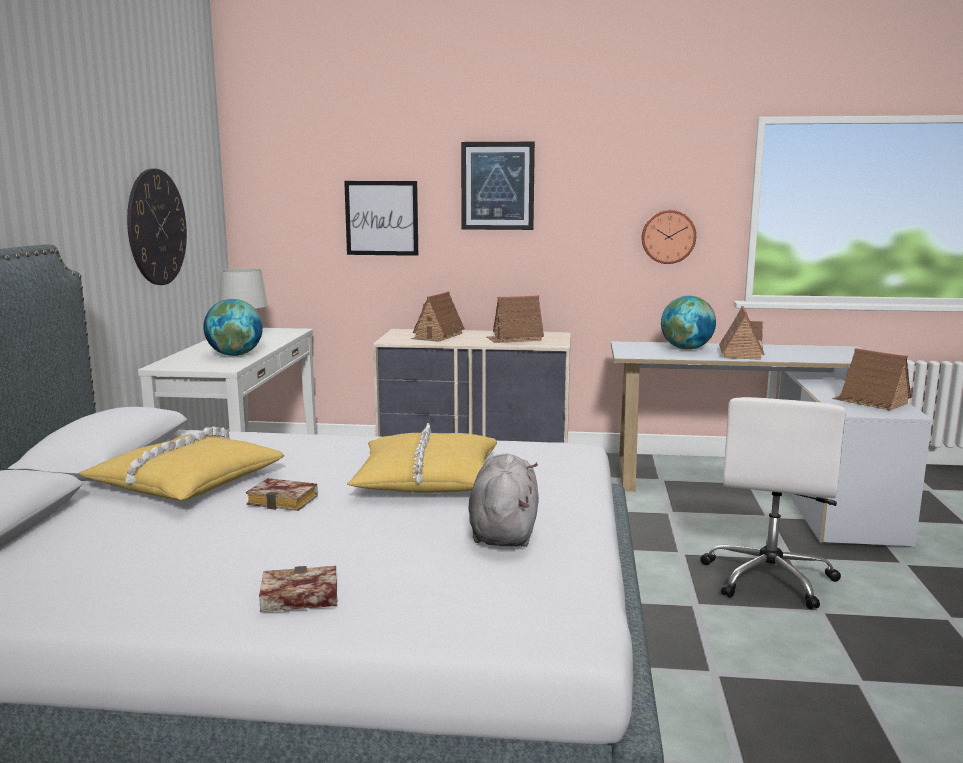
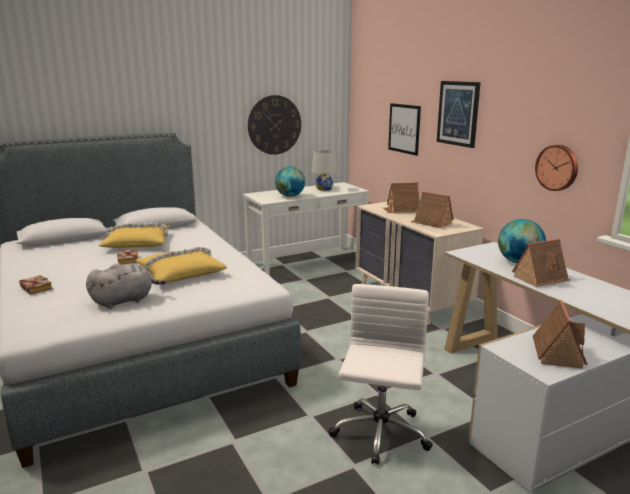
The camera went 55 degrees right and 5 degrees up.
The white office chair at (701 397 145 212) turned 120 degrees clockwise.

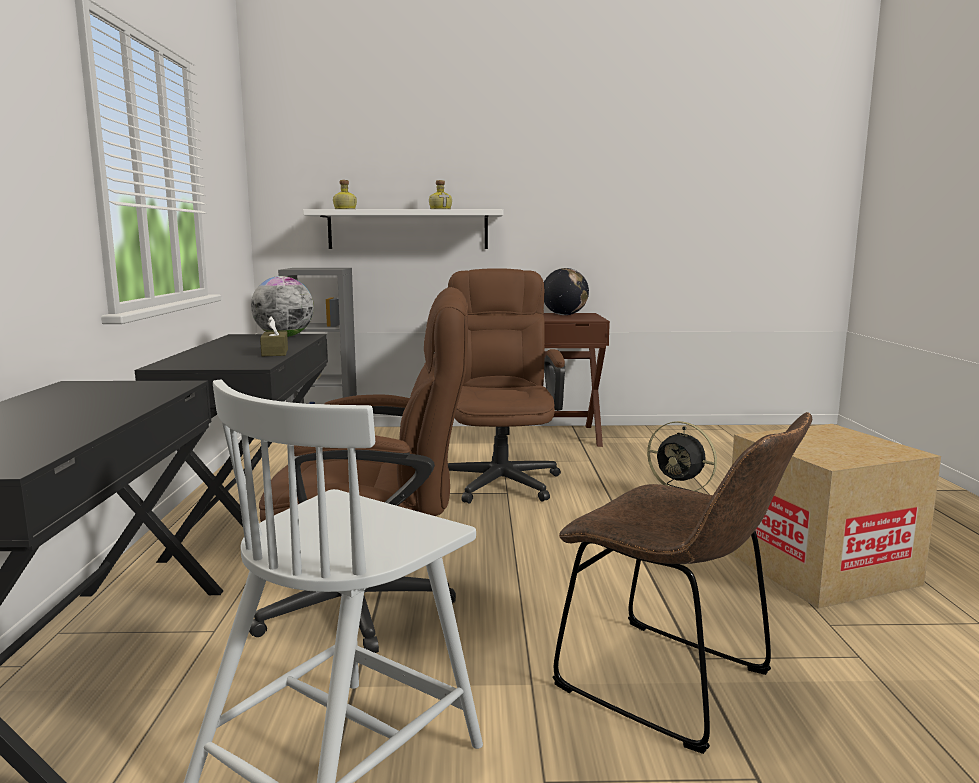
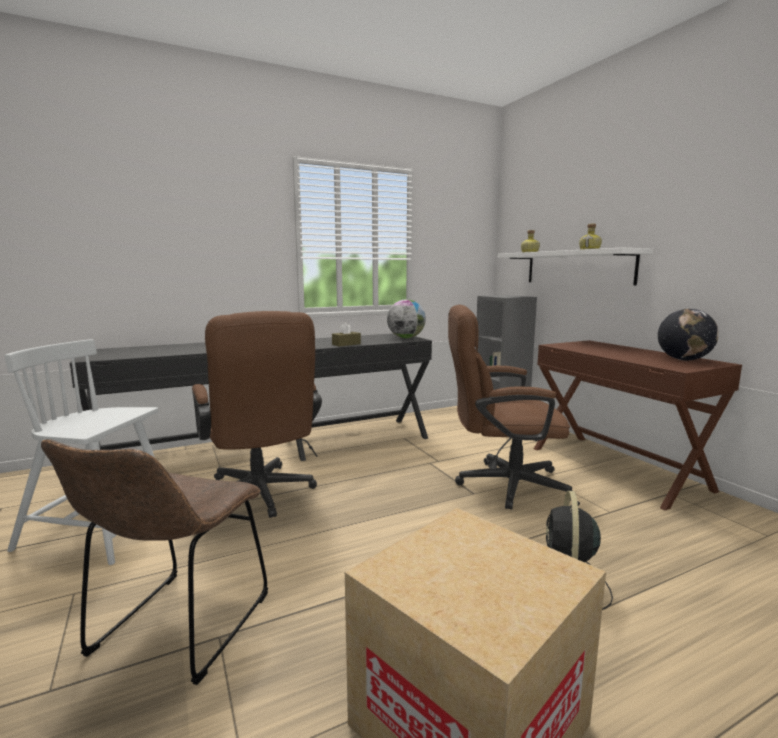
The camera went 65 degrees right and 0 degrees up.
The brown office chair at (448 268 117 236) turned 150 degrees counterclockwise.

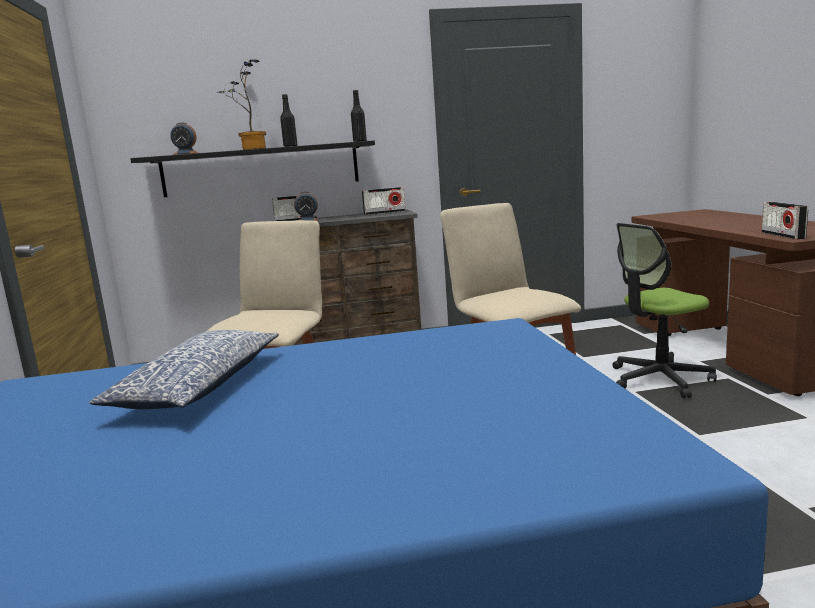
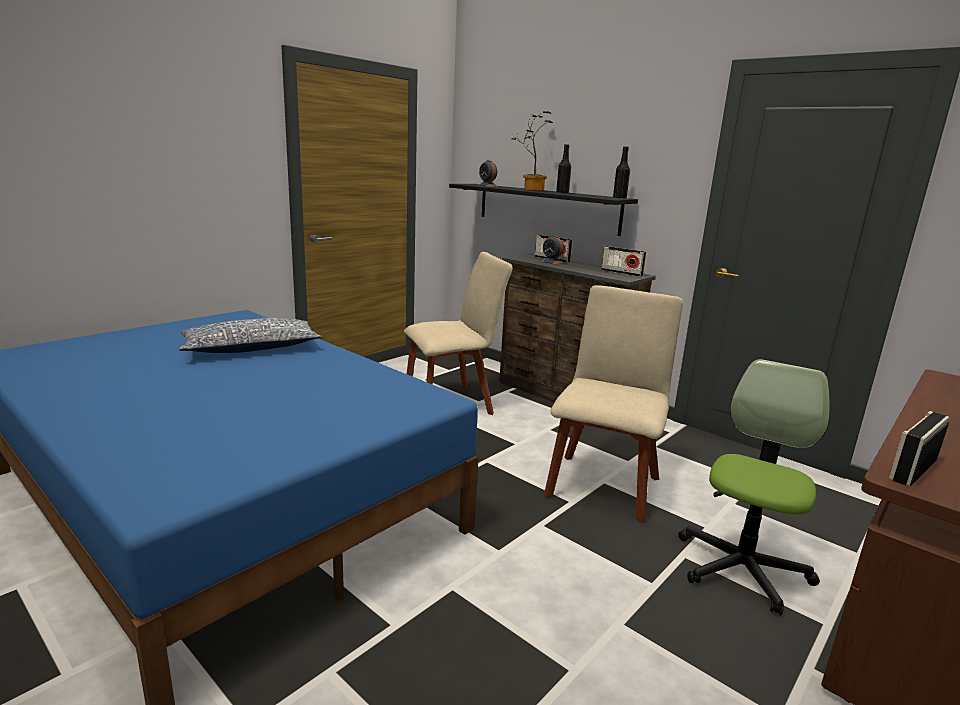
The camera went 50 degrees right and 5 degrees up.
The office chair at (612 223 105 175) turned 90 degrees clockwise.

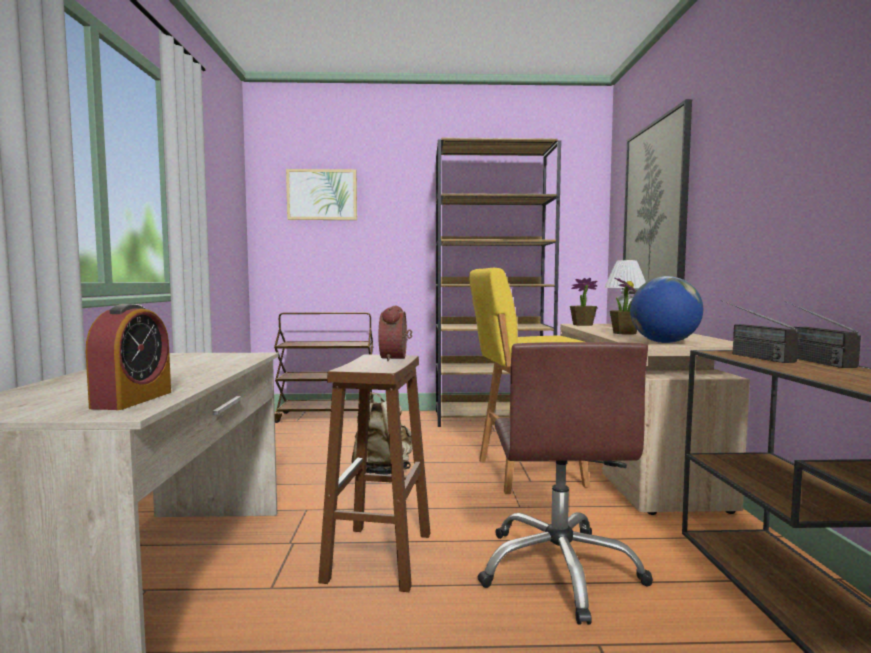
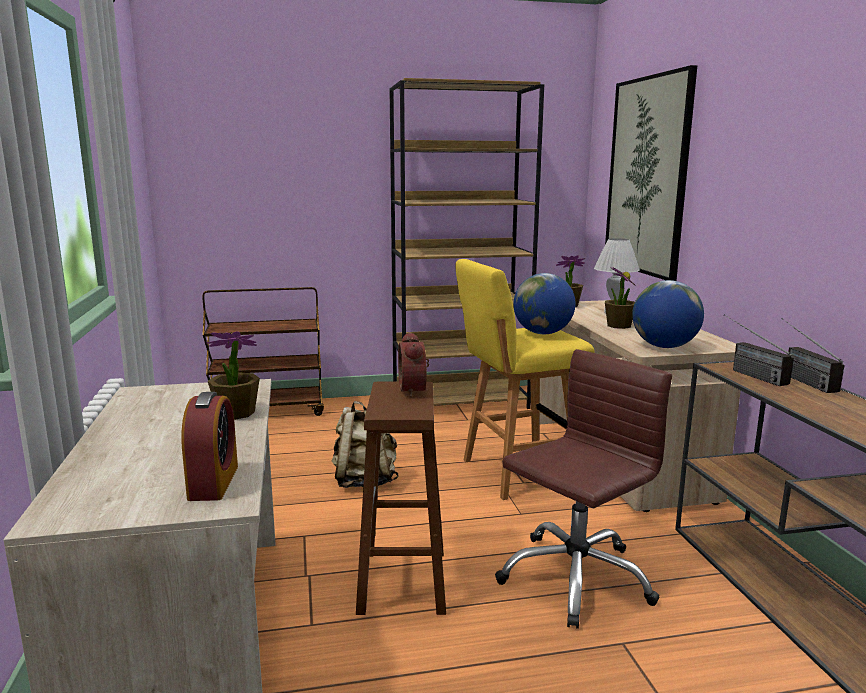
The camera went 10 degrees left and 10 degrees up.
The potted plant at (206 331 54 89) appeared.
The brown office chair at (477 342 176 283) turned 120 degrees counterclockwise.
The globe at (513 273 63 61) appeared.
The picture at (286 169 71 51) disappeared.

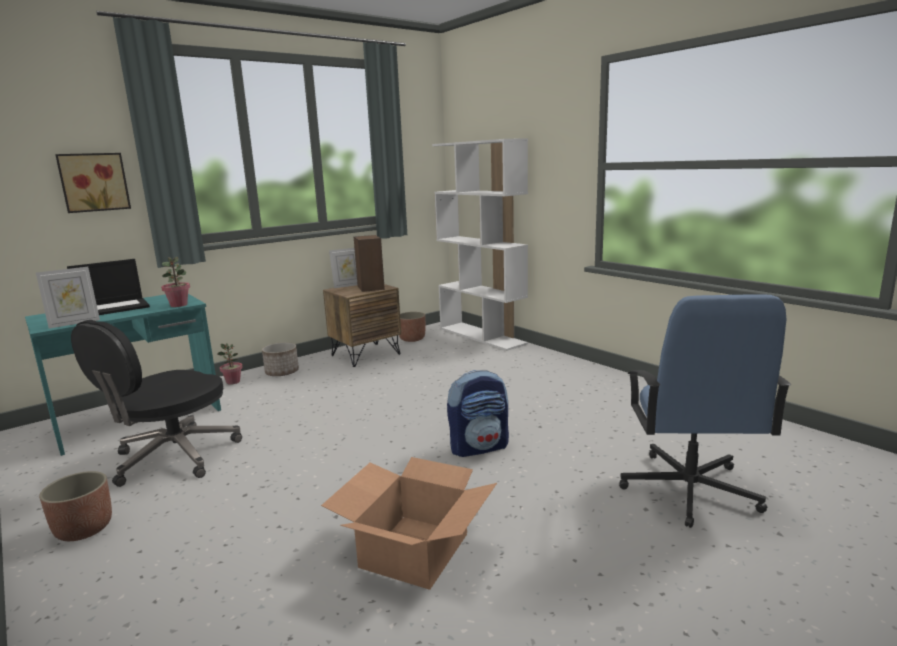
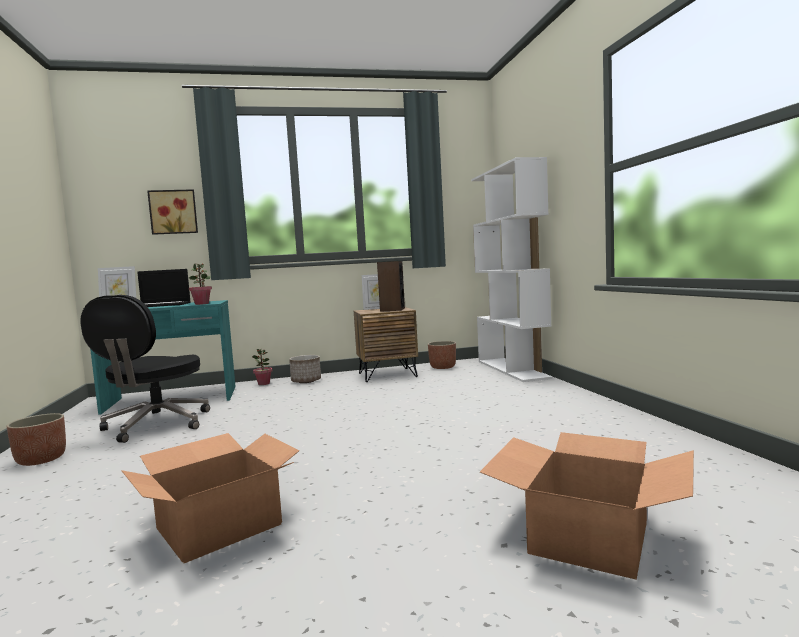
The camera went 25 degrees right and 10 degrees down.
The black office chair at (71 320 171 167) turned 45 degrees counterclockwise.
The blue office chair at (619 294 172 234) was replaced by the cardboard box at (480 432 214 148).
The backpack at (447 370 62 87) disappeared.

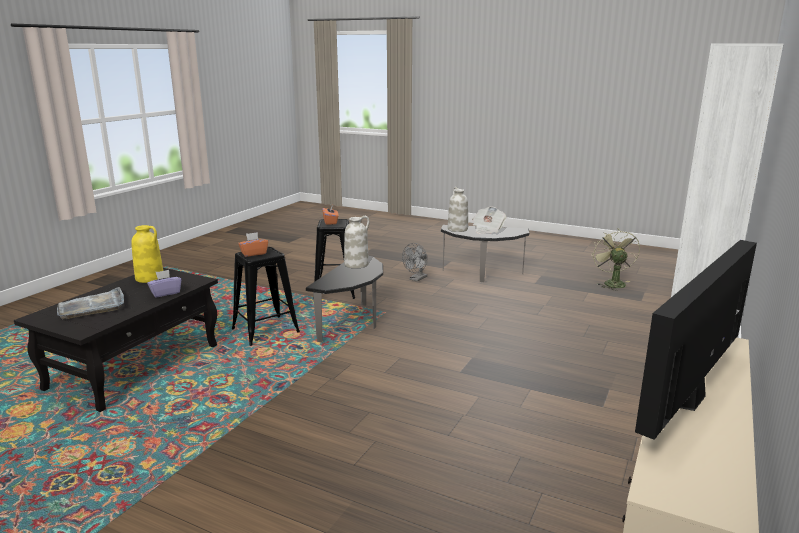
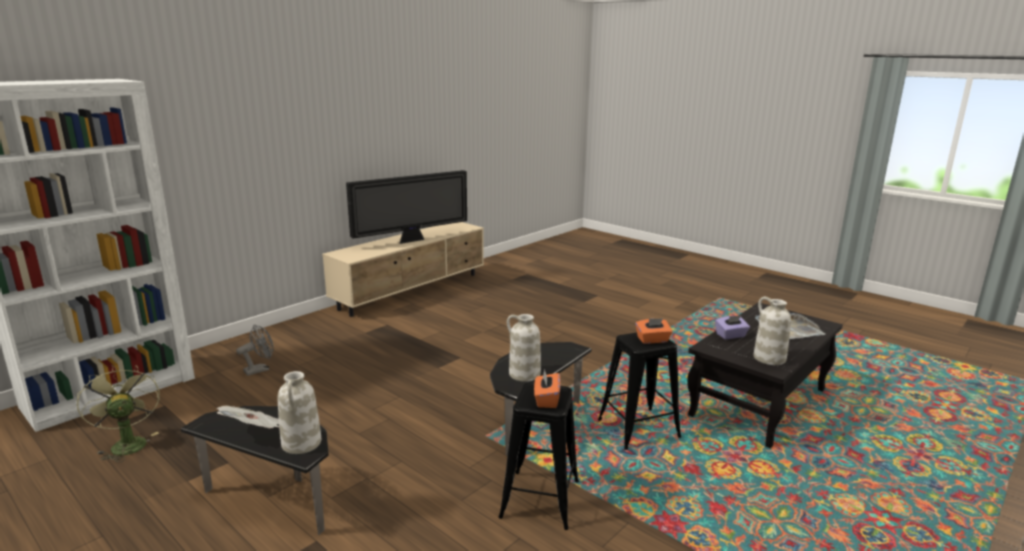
The camera went 165 degrees left and 0 degrees up.
The green fan at (592 228 48 63) turned 135 degrees clockwise.
The grey fan moved from (402 243 25 39) to (236 324 38 52).
The yellow vase at (131 225 32 58) became the white vase at (753 297 38 68).

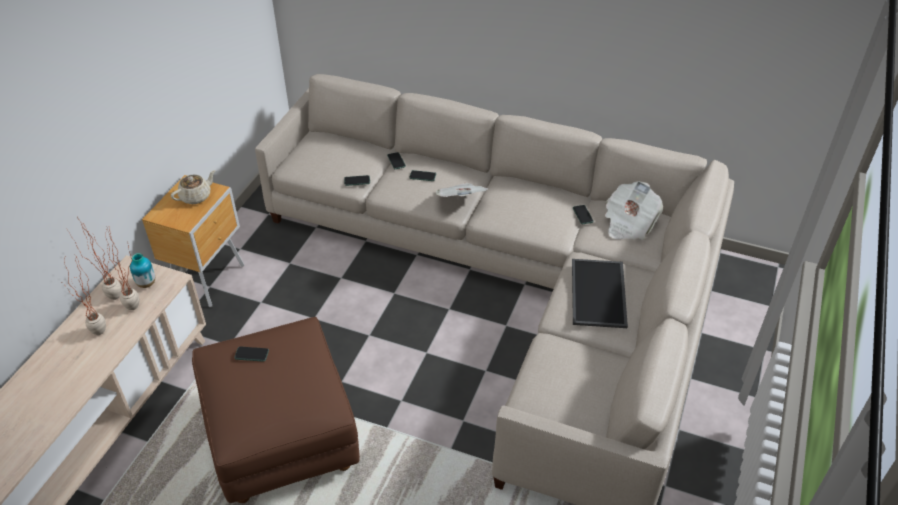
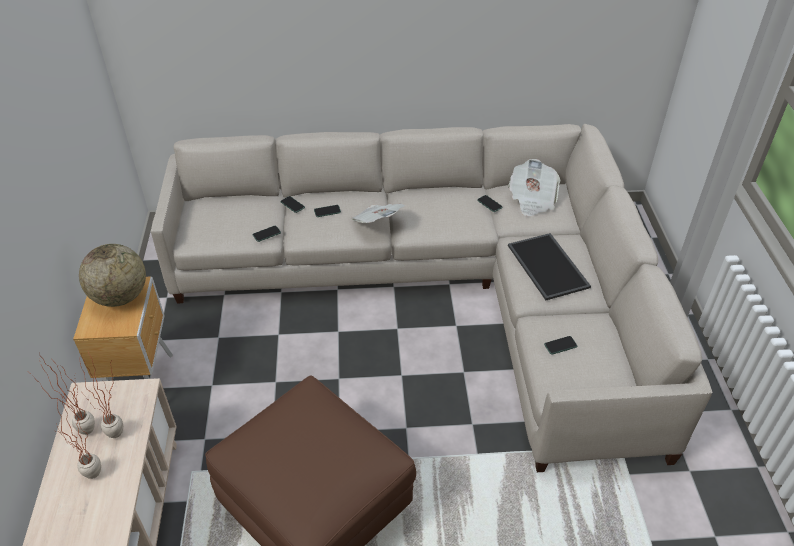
The camera went 25 degrees left and 0 degrees up.
The beige teapot at (171 170 45 34) was replaced by the globe at (79 244 67 63).
The phone moved from (234 347 35 15) to (544 336 33 19).
The vase at (130 253 25 35) disappeared.

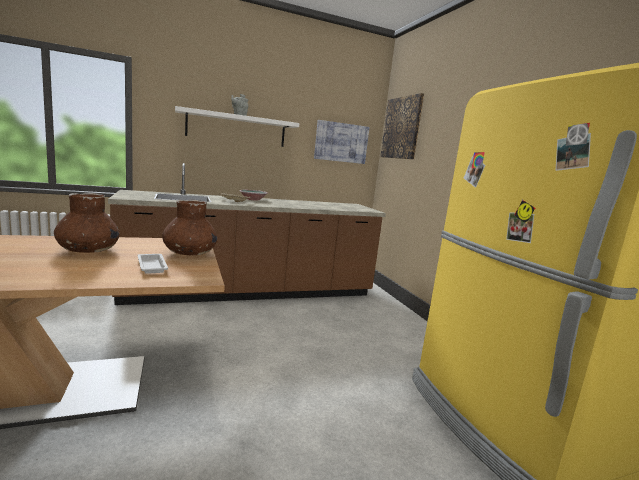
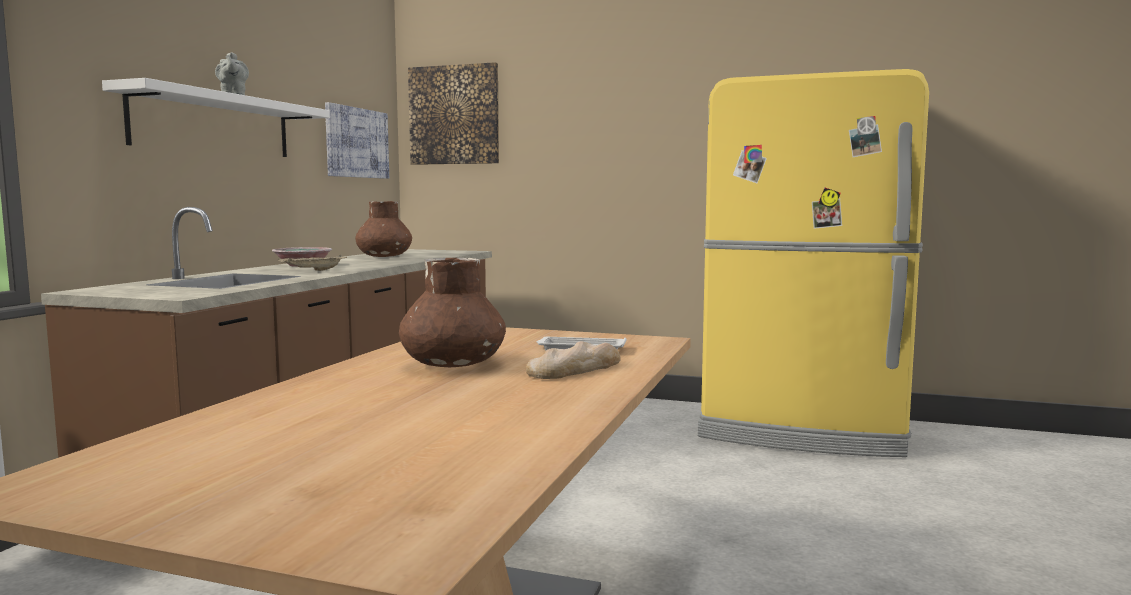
The camera went 50 degrees left and 5 degrees down.
The brown vase moved from (162 200 55 55) to (355 201 57 56).
The bread at (526 341 95 38) appeared.

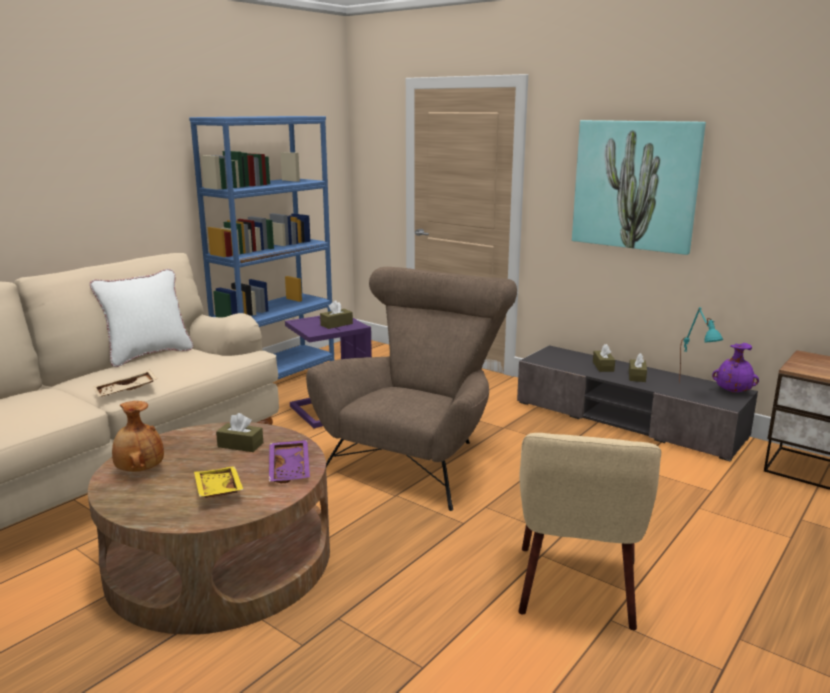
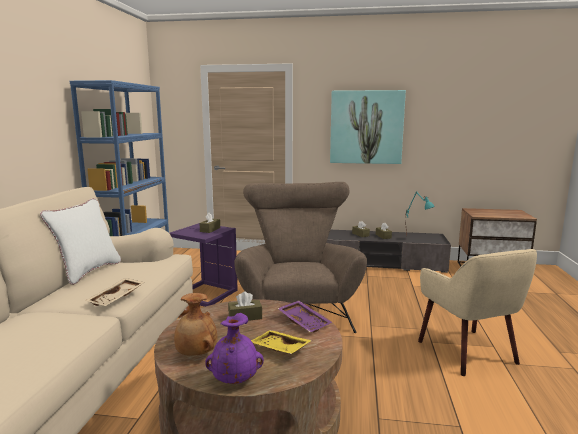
The camera went 30 degrees left and 5 degrees down.
The purple vase moved from (712 343 47 50) to (205 313 59 71).

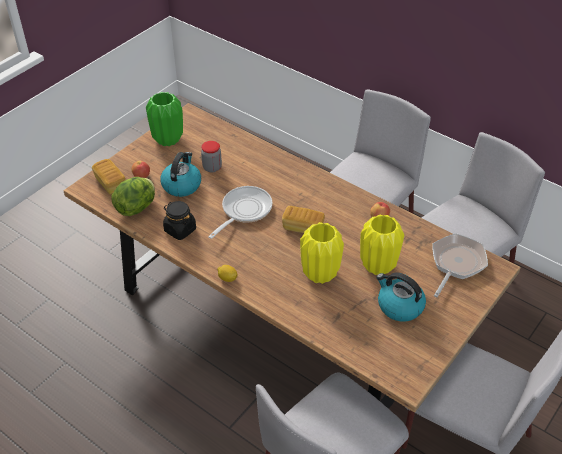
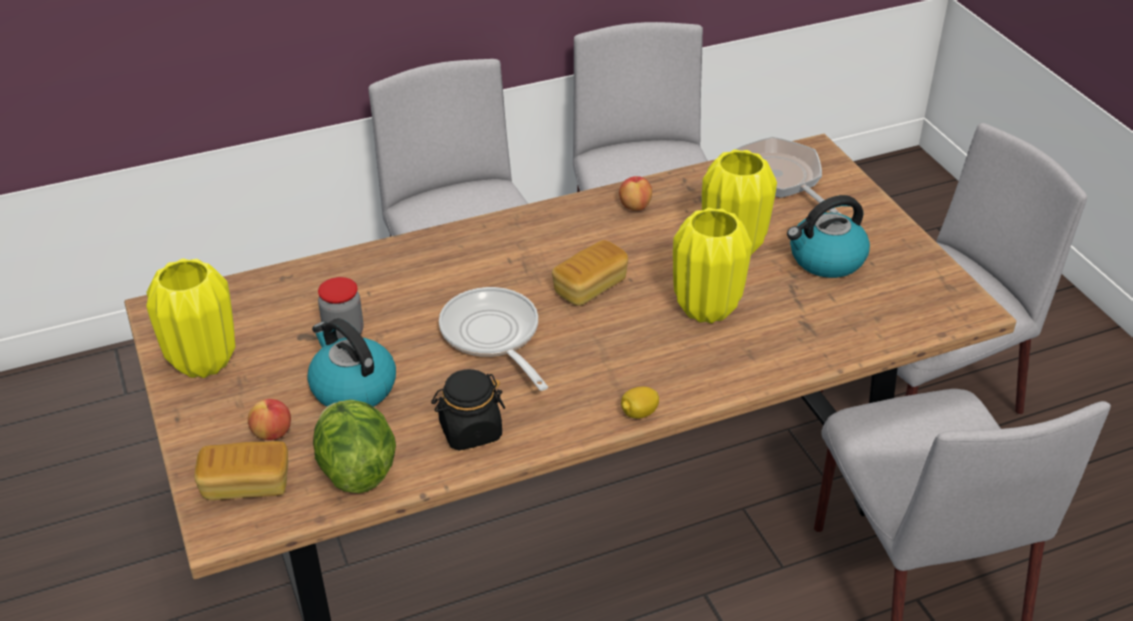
The camera went 60 degrees left and 5 degrees down.
The green vase at (146 92 37 54) became the yellow vase at (146 258 89 120).

